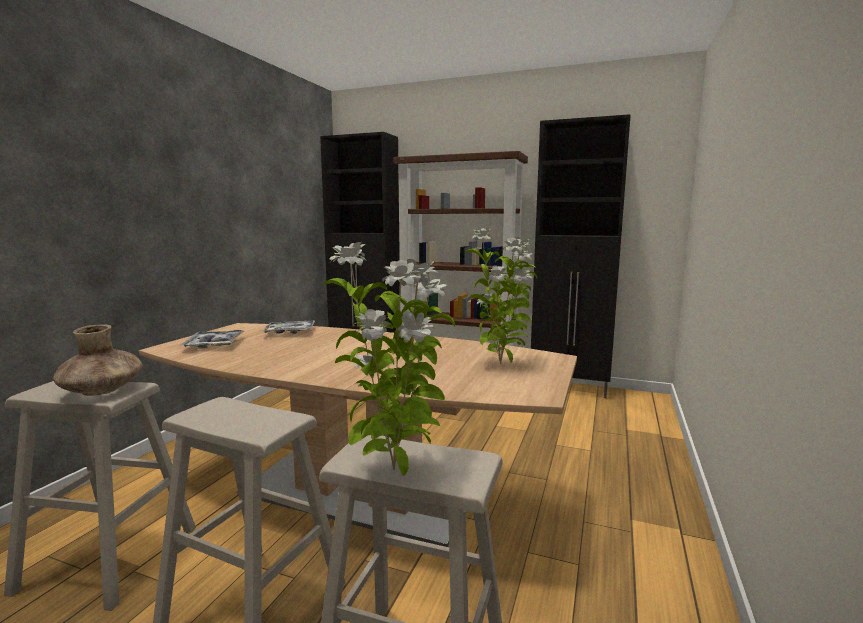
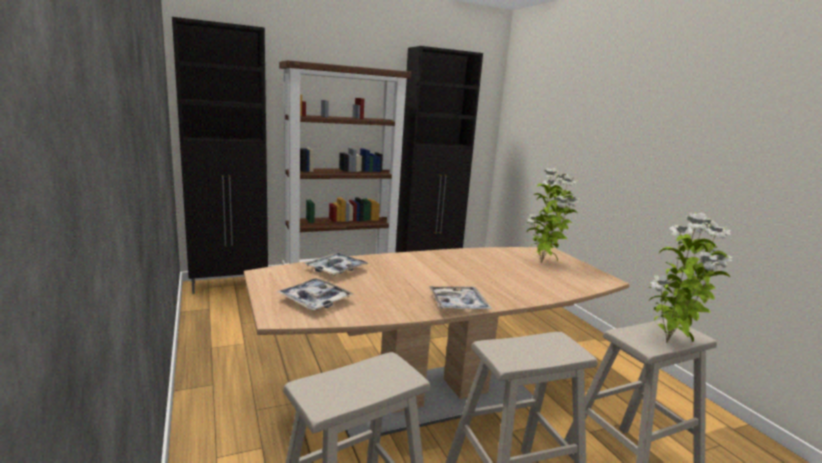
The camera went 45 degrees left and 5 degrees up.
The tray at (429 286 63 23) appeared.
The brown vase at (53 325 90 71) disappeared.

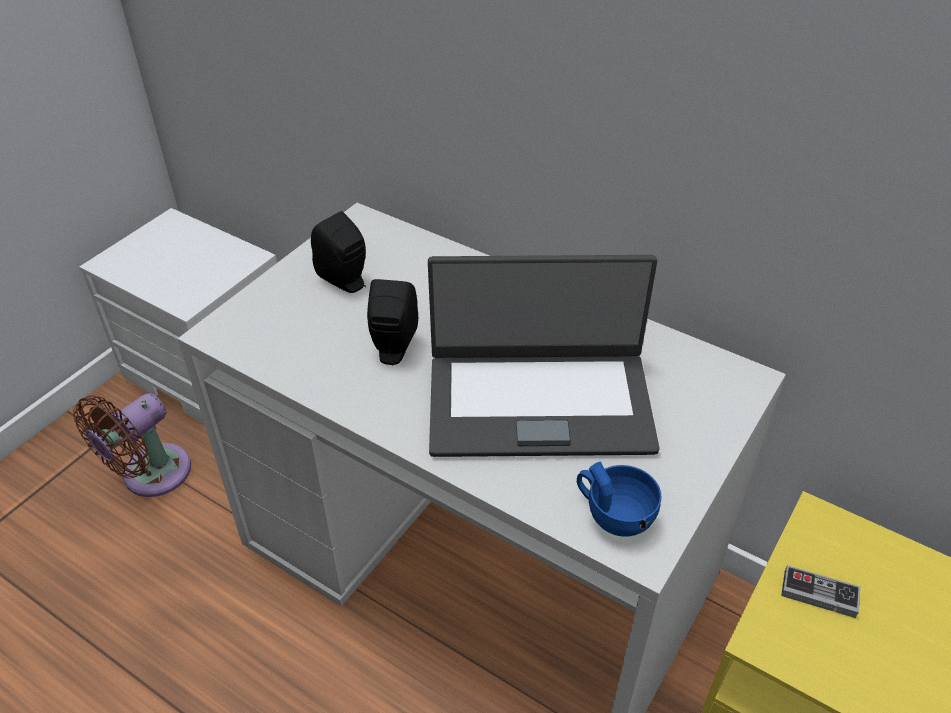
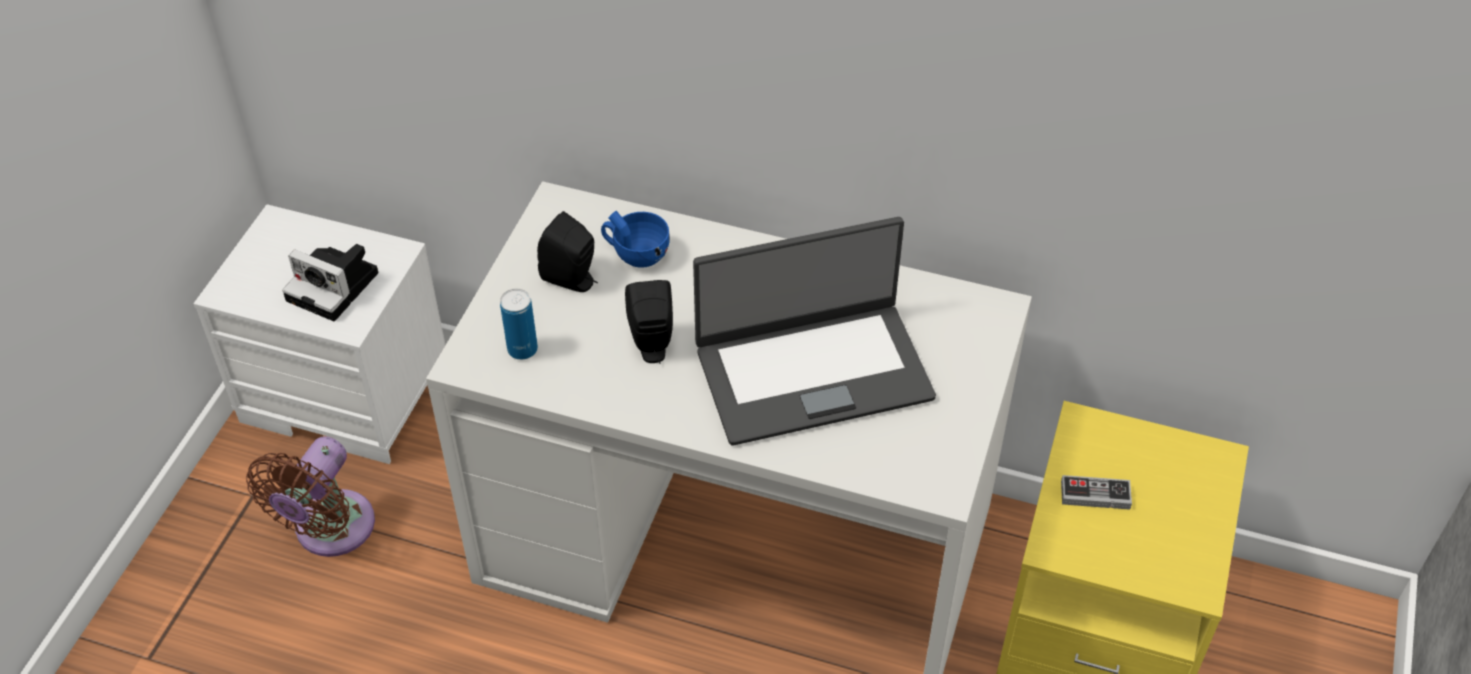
The camera went 15 degrees left and 5 degrees up.
The photo camera at (282 244 96 77) appeared.
The can at (500 289 38 71) appeared.
The blue cup moved from (577 462 85 75) to (601 211 69 57).

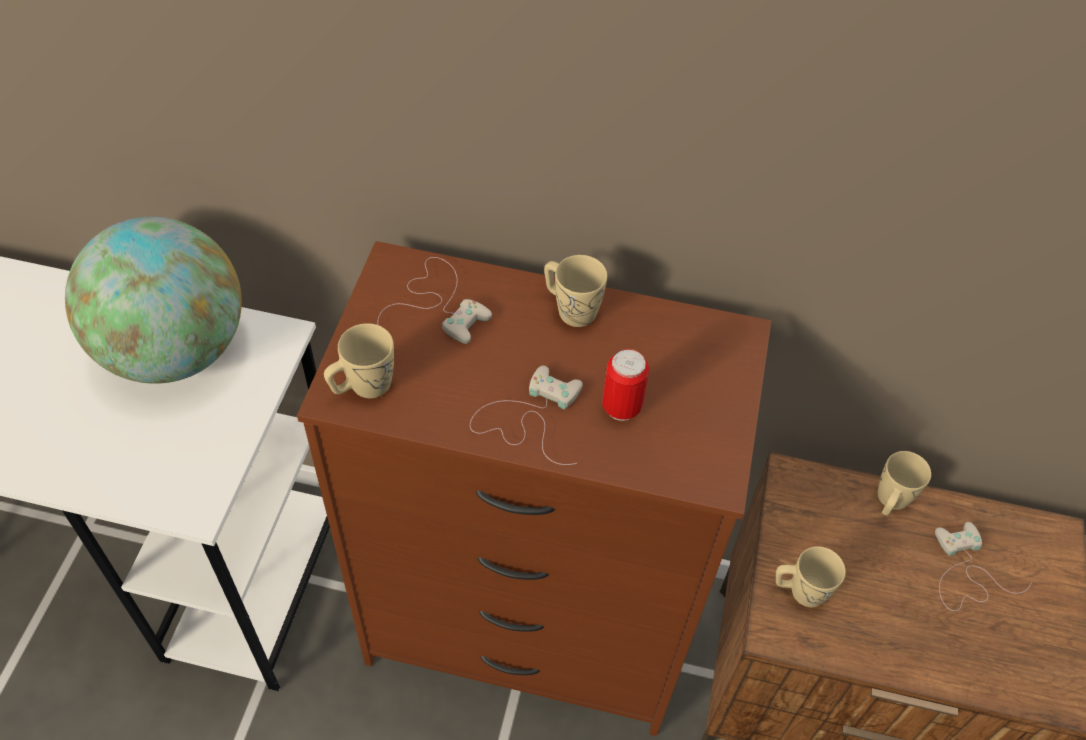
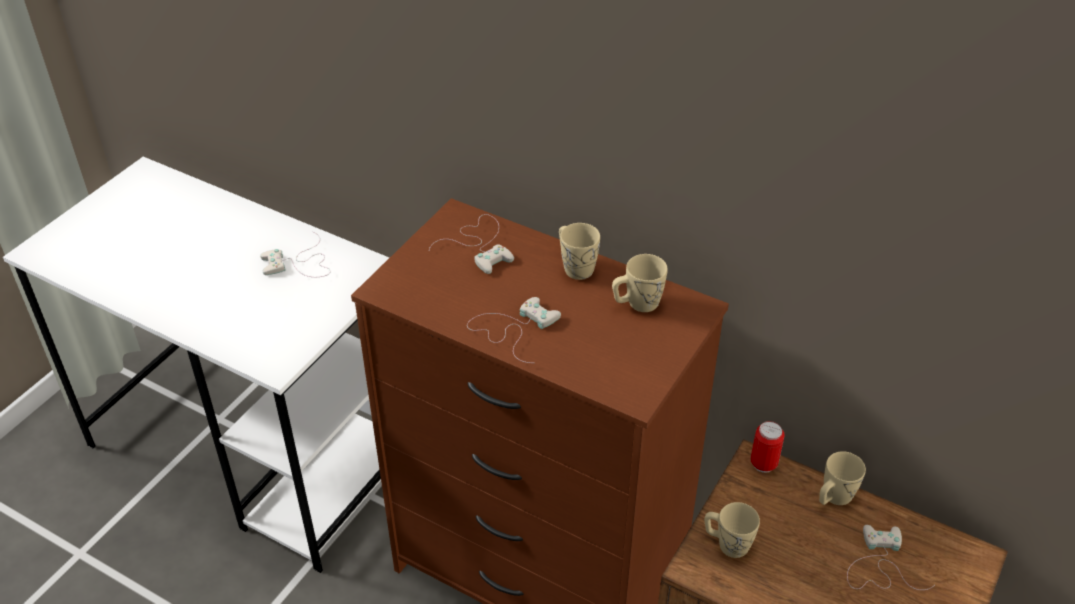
The camera went 20 degrees right and 10 degrees down.
The globe at (65 217 177 167) was replaced by the white game controller at (260 232 71 45).
The beige mug moved from (324 323 70 75) to (612 254 56 58).
The can moved from (602 349 47 72) to (750 421 35 52).

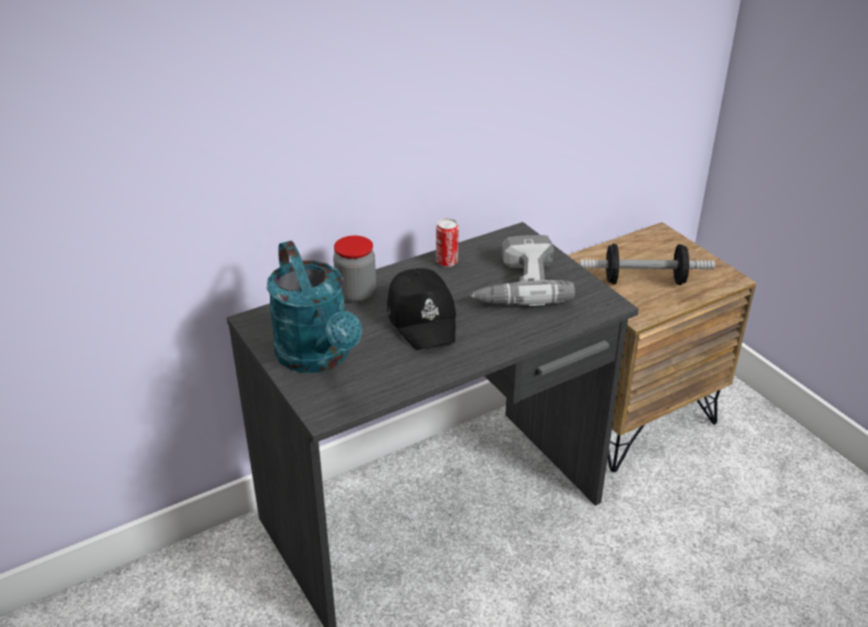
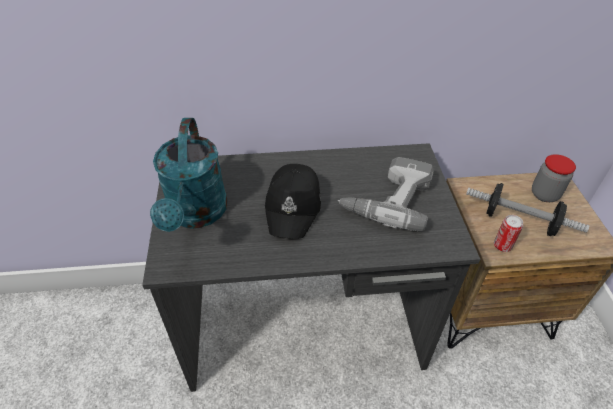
The camera went 25 degrees right and 10 degrees up.
The can moved from (436 218 23 49) to (494 215 29 37).
The jar moved from (333 236 43 67) to (532 154 44 48).

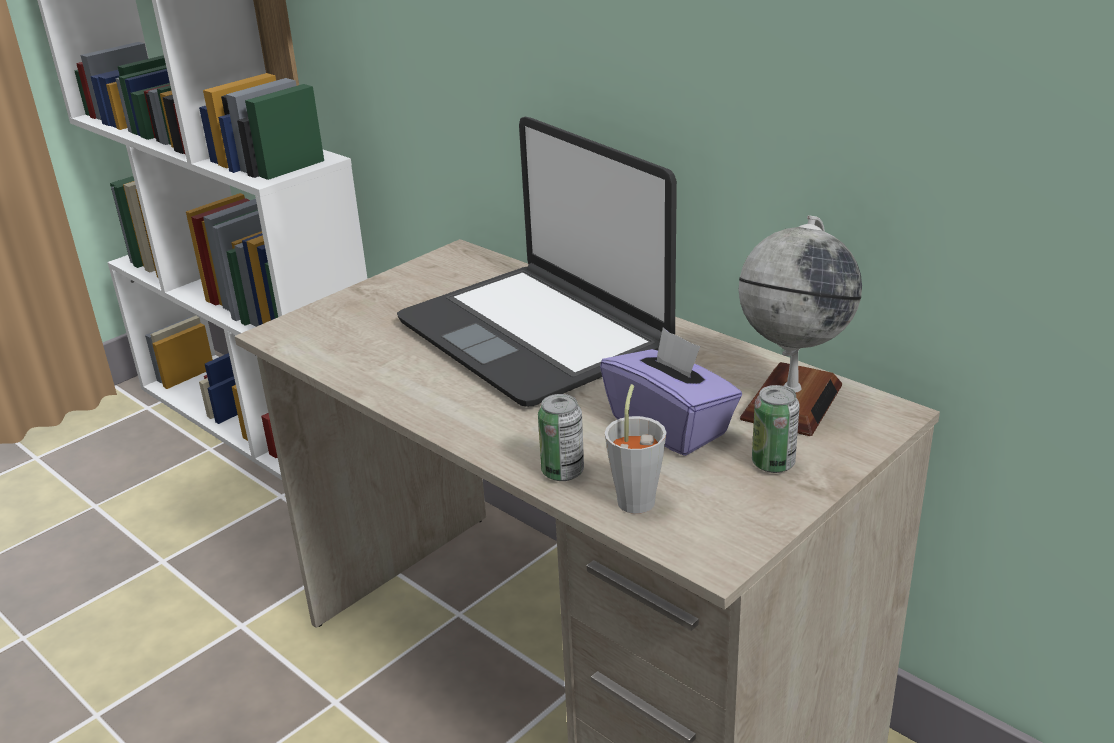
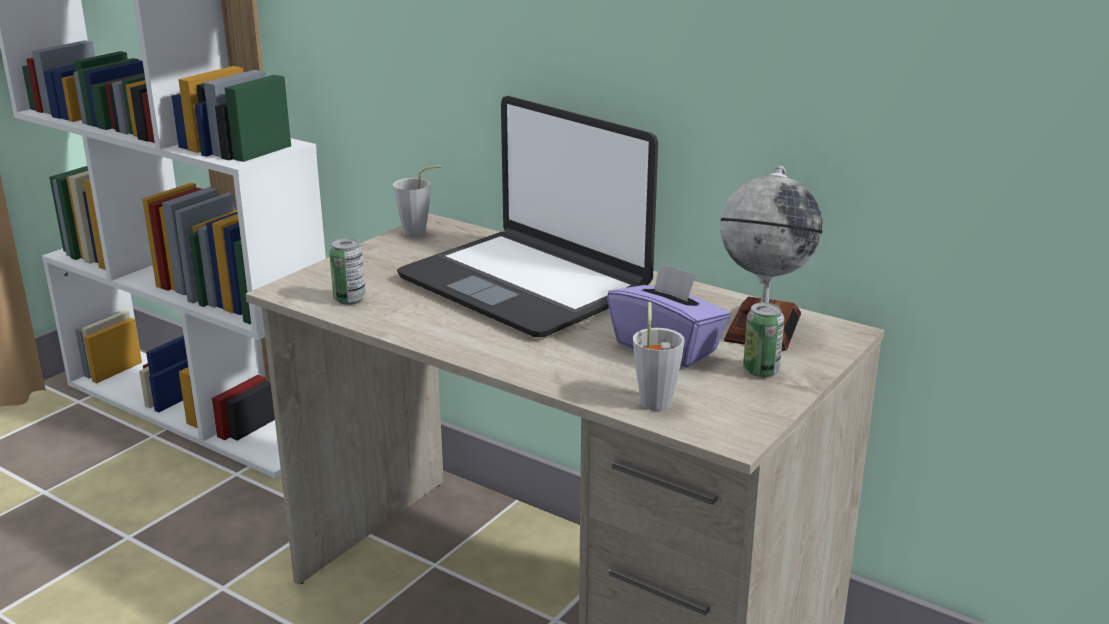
The camera went 10 degrees left and 5 degrees down.
The can moved from (538 394 46 87) to (329 239 37 66).
The grey cup at (393 165 49 73) appeared.

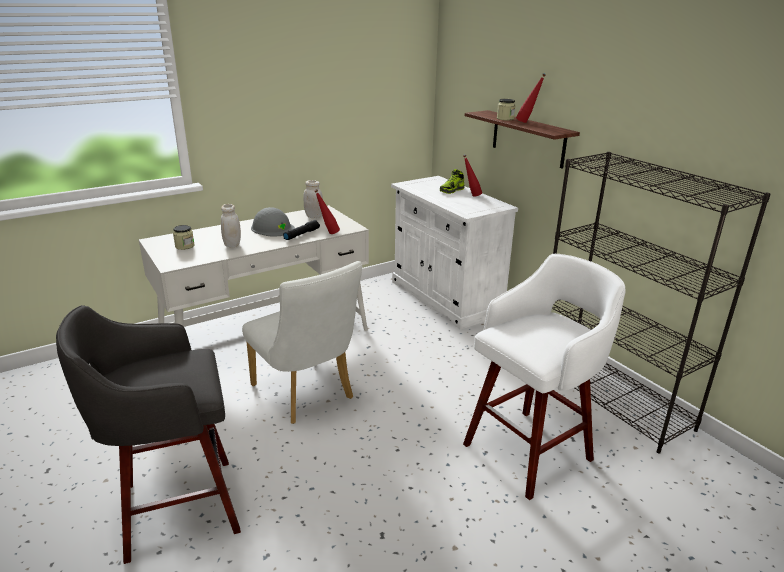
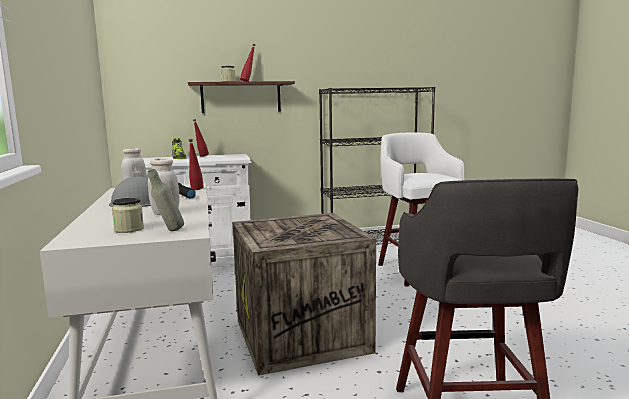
The camera went 70 degrees left and 15 degrees down.
The grey bottle at (147 169 37 62) appeared.
The white chair at (242 261 121 163) was replaced by the crate at (233 213 143 163).

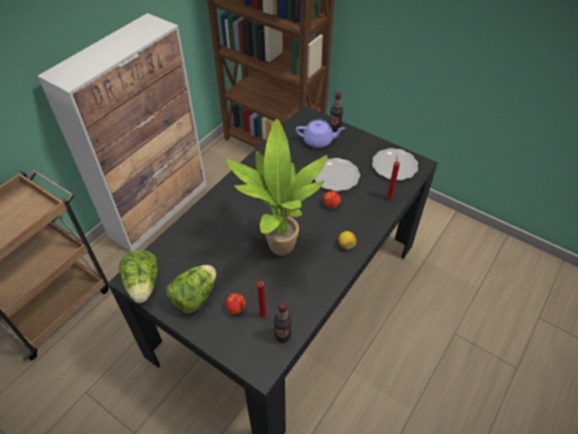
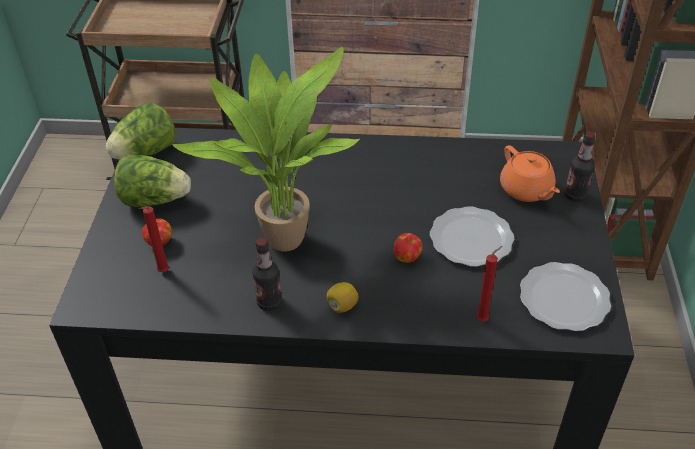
The camera went 60 degrees right and 5 degrees down.
The bottle moved from (274 302 18 40) to (252 238 30 73).
The purple teapot at (296 119 49 29) became the orange teapot at (500 145 60 57).

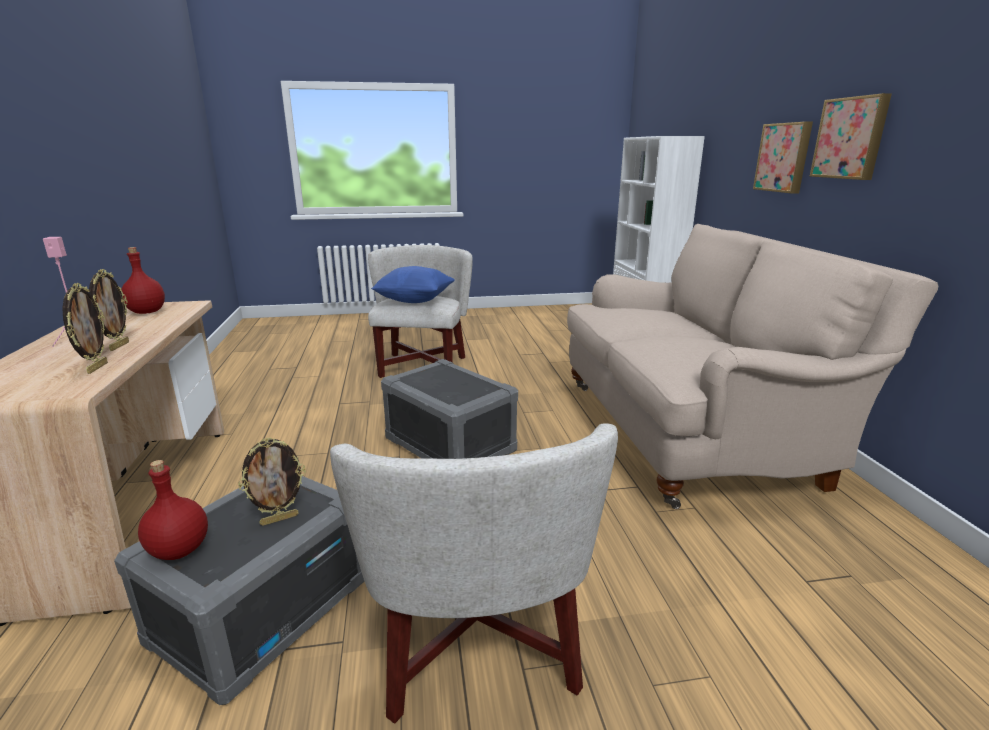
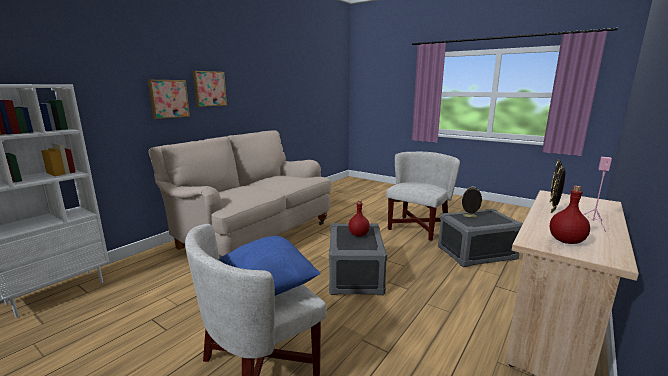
The camera went 135 degrees left and 5 degrees down.
The red bottle moved from (138 460 70 100) to (348 200 22 37).

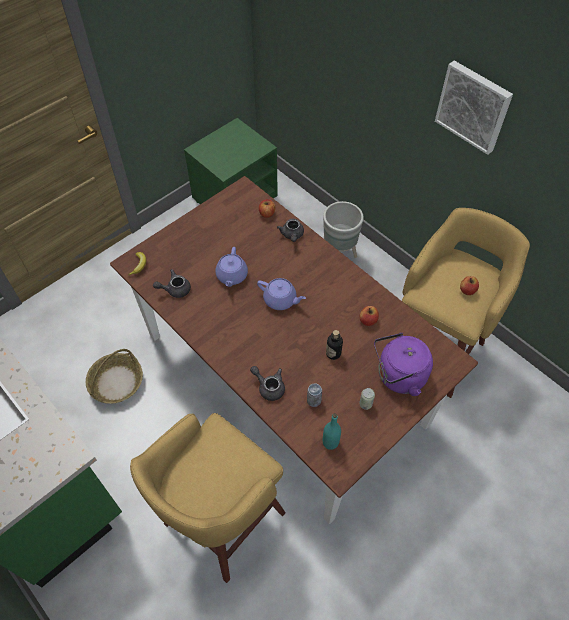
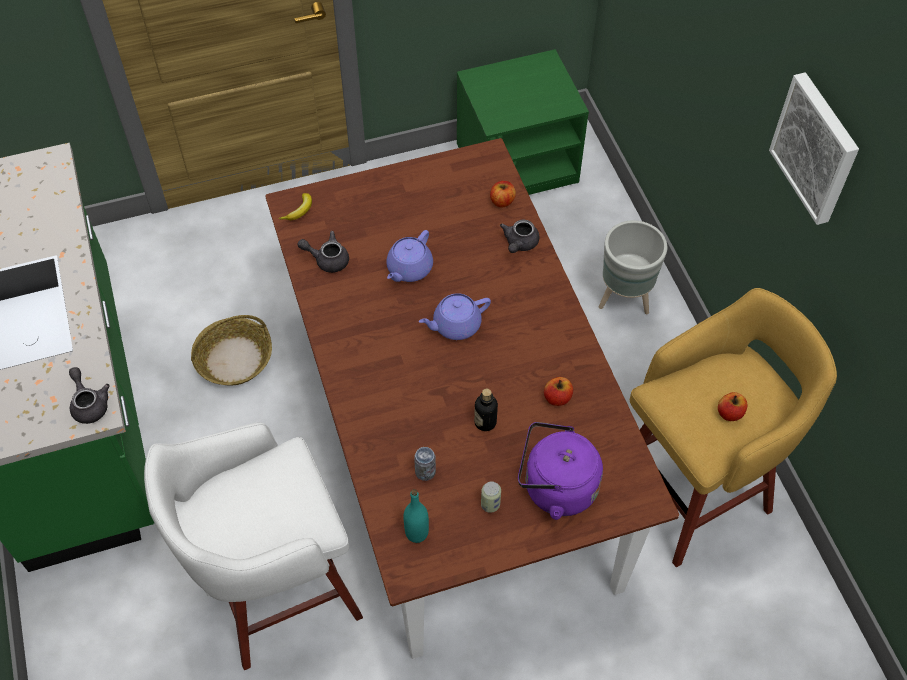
The camera went 25 degrees right and 0 degrees up.
The grey teapot moved from (250 366 35 35) to (69 367 41 57).
The yellow stool at (130 413 156 170) became the white stool at (144 422 219 248).
The purple teapot at (257 278 49 32) turned 105 degrees clockwise.

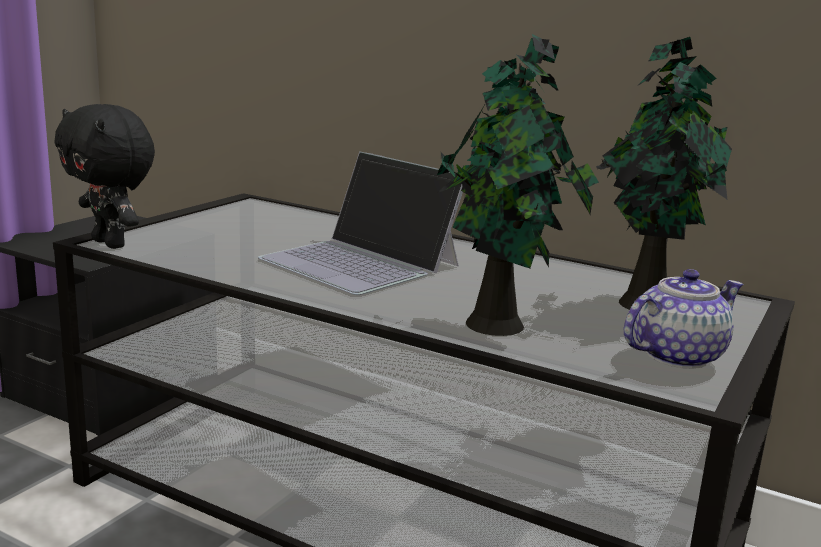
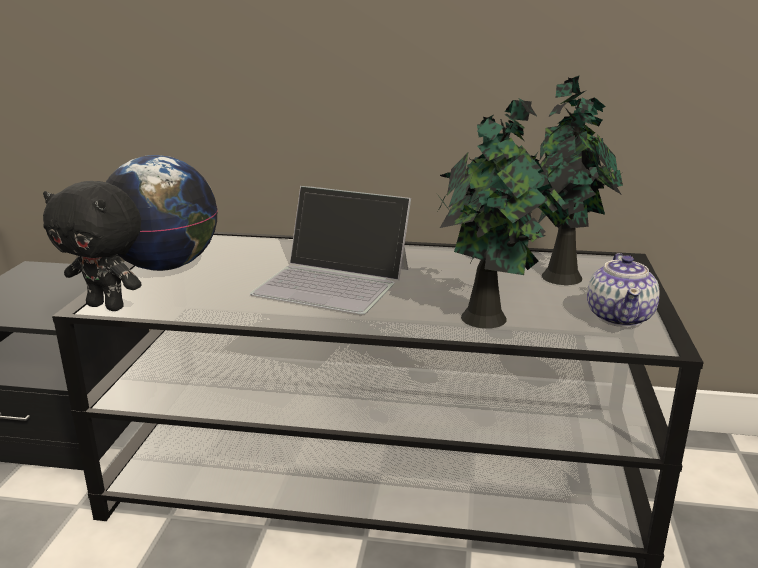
The camera went 20 degrees left and 5 degrees up.
The globe at (106 155 112 116) appeared.
The teapot at (624 269 120 100) turned 150 degrees clockwise.

